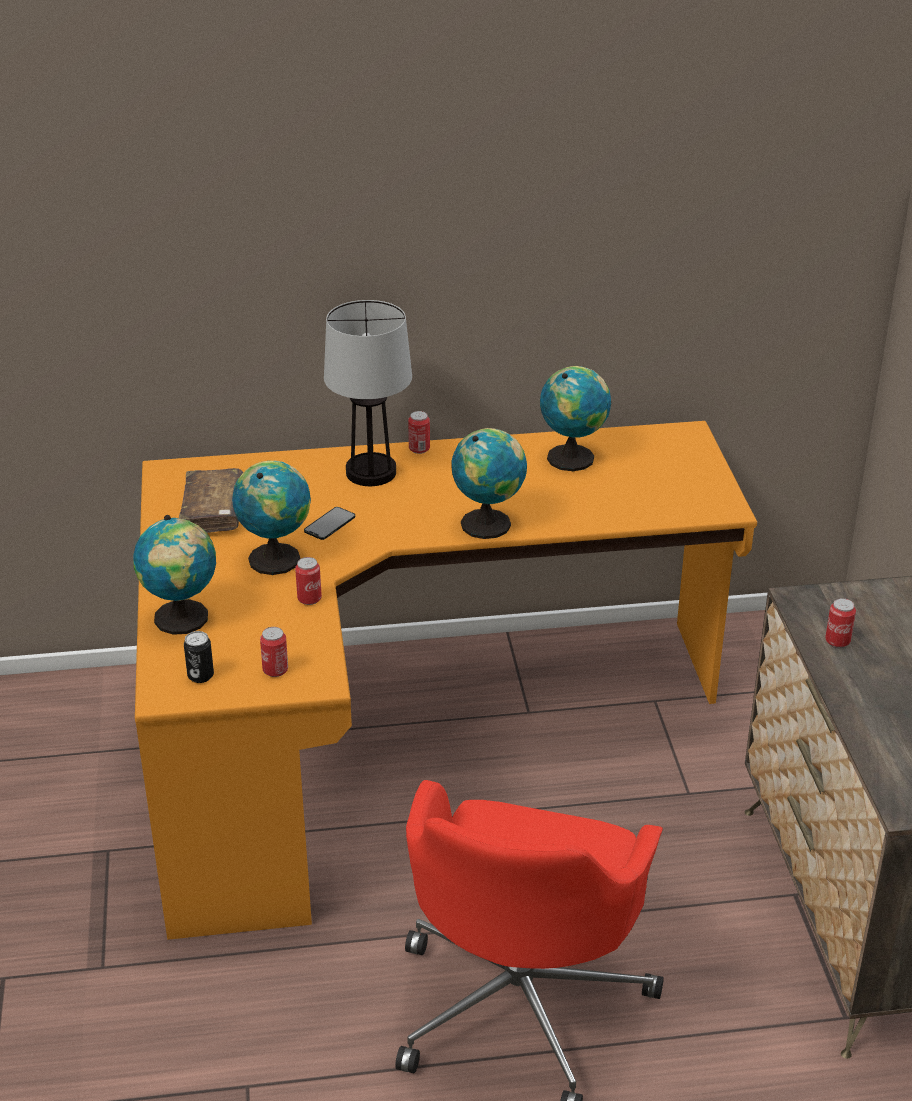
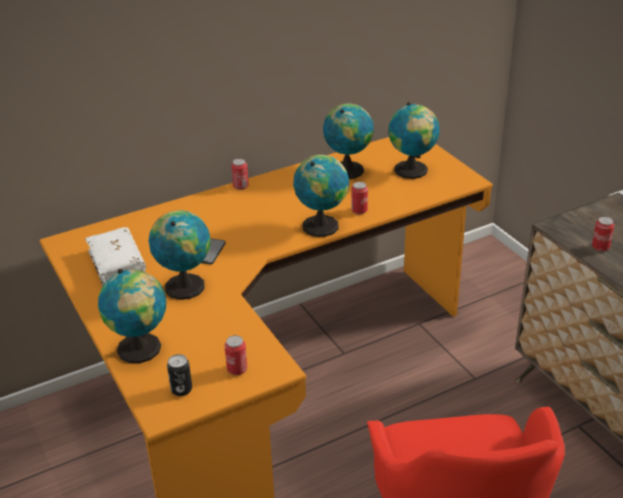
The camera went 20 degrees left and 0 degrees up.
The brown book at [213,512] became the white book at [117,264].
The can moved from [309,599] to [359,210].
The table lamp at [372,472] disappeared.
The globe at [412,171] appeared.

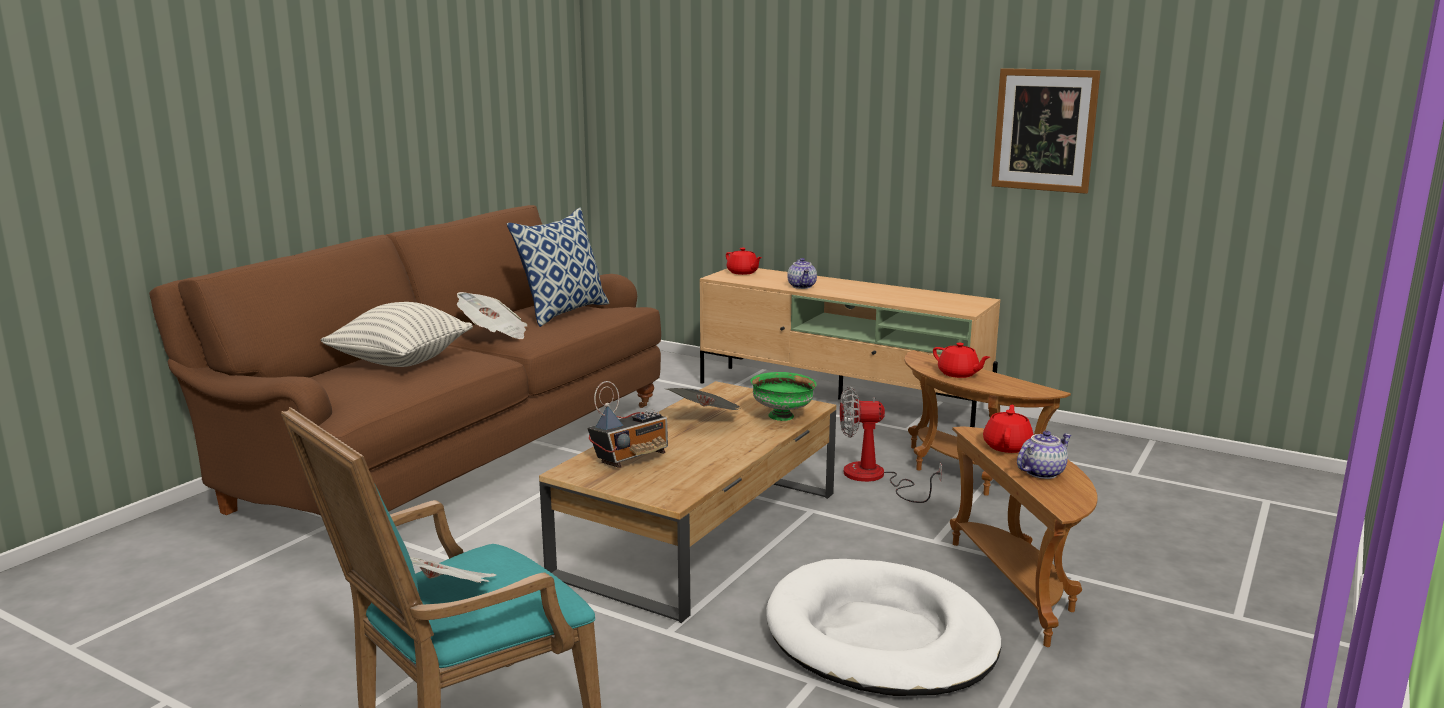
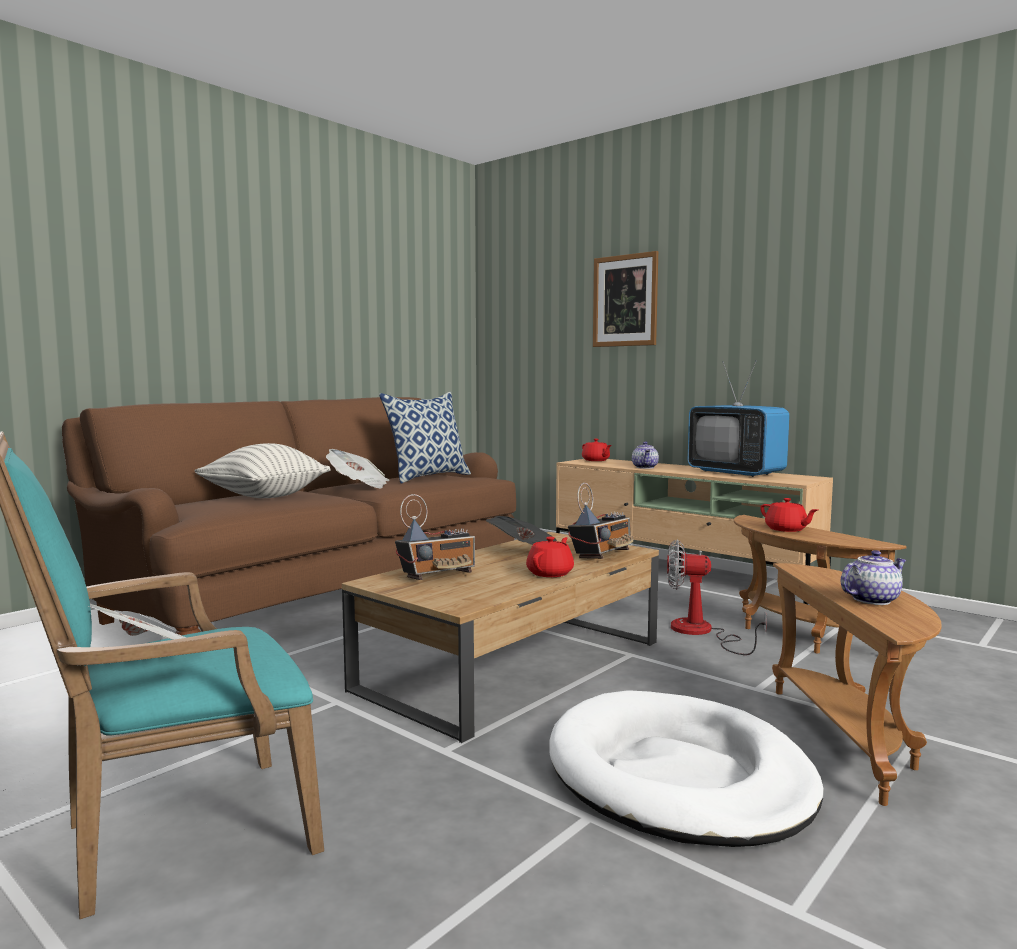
The camera went 10 degrees right and 10 degrees down.
The green bowl at [782,416] was replaced by the radio at [602,555].
The red teapot moved from [1007,446] to [550,573].
The picture moved from [1044,130] to [625,301].
The television at [736,473] appeared.

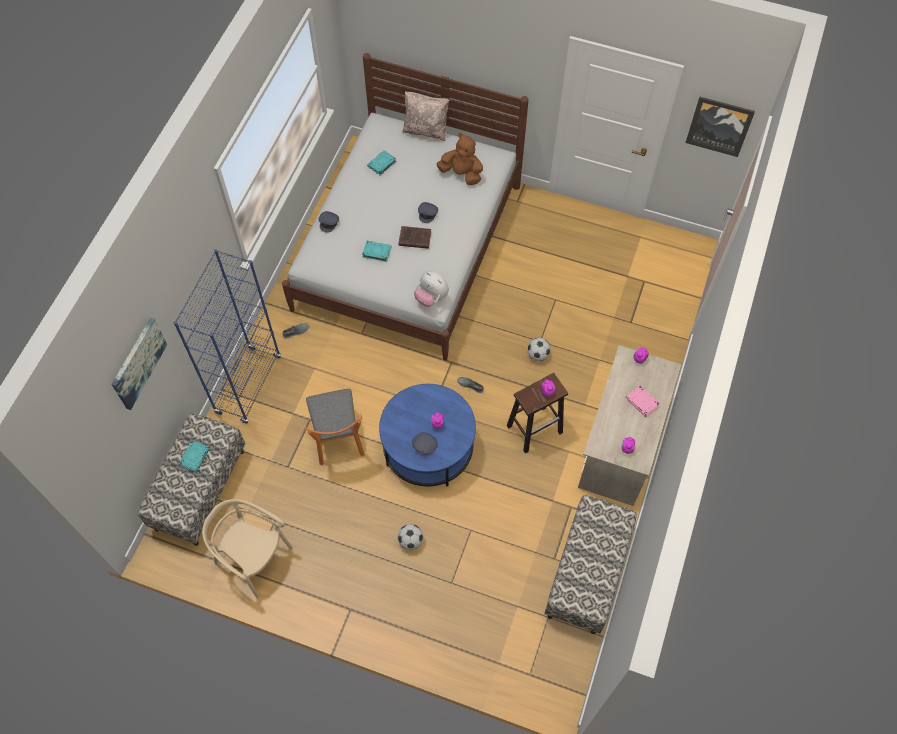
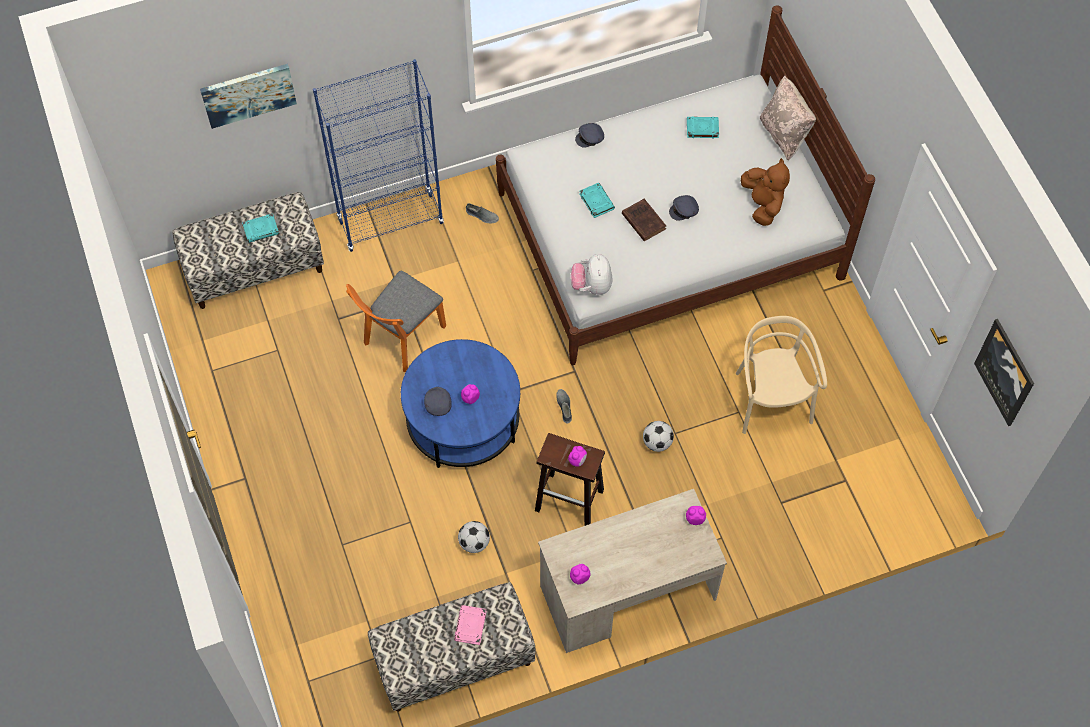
The camera went 50 degrees right and 0 degrees up.
The beige chair moved from [253,558] to [770,400].
The football moved from [410,541] to [474,543].
The pink book moved from [642,402] to [470,626].

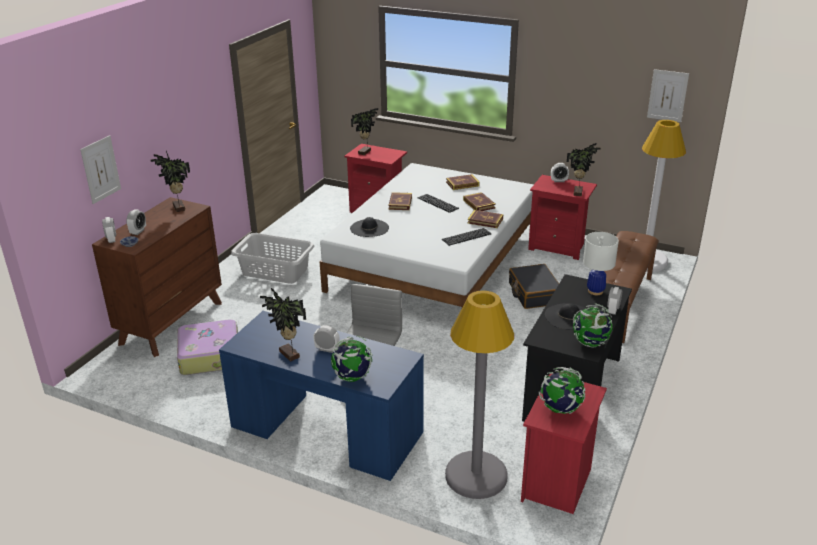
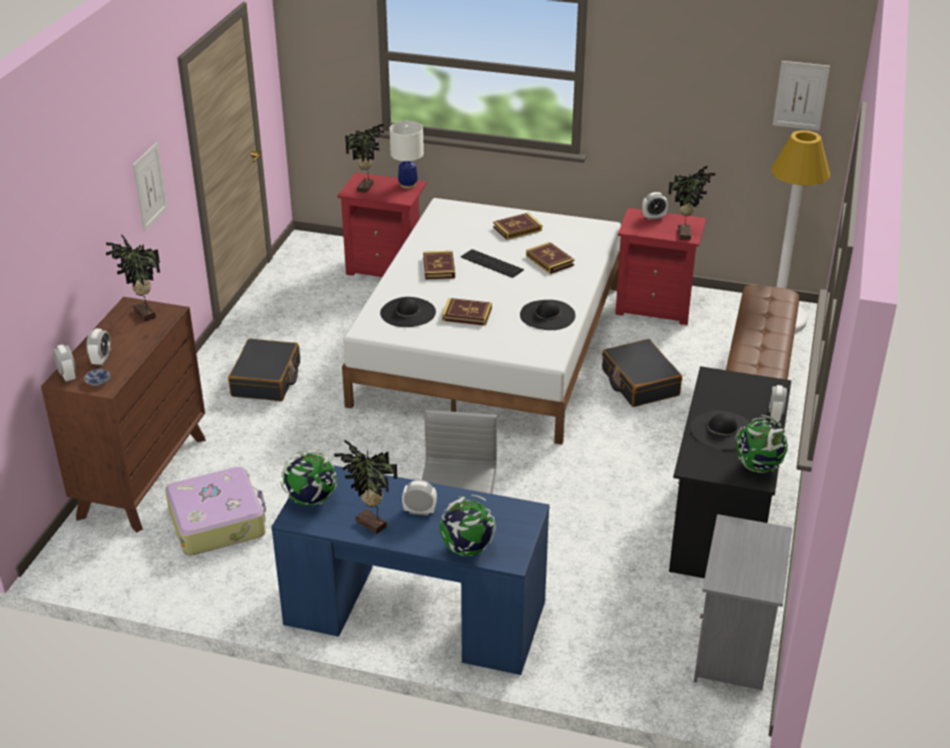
The camera went 10 degrees left and 5 degrees up.
The picture moved from [100,169] to [149,187].
The grey laundry basket at [275,271] was replaced by the black suitcase at [266,380].
The keyboard at [466,237] was replaced by the black hat at [547,315].
The grey floor lamp at [476,476] disappeared.
The book moved from [485,221] to [467,314].
The red nightstand at [557,484] became the grey nightstand at [734,652].
The globe moved from [560,409] to [311,500].
The white table lamp moved from [595,291] to [408,185].

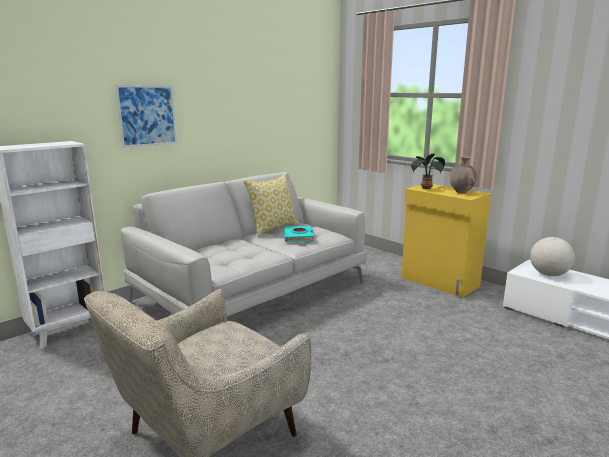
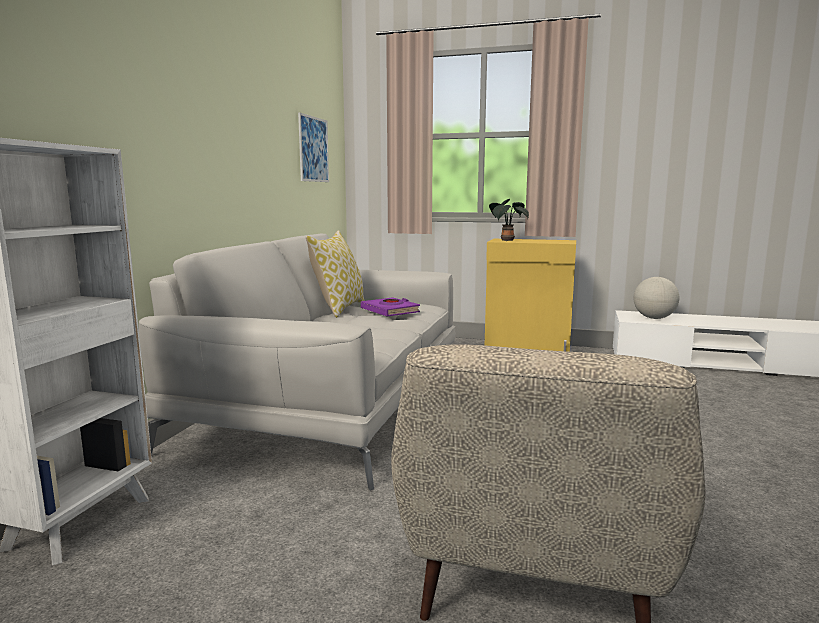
The camera went 30 degrees left and 5 degrees down.
The picture moved from [147,115] to [313,149].
The turquoise book at [298,237] became the purple book at [390,311].
The brown vase at [461,192] disappeared.

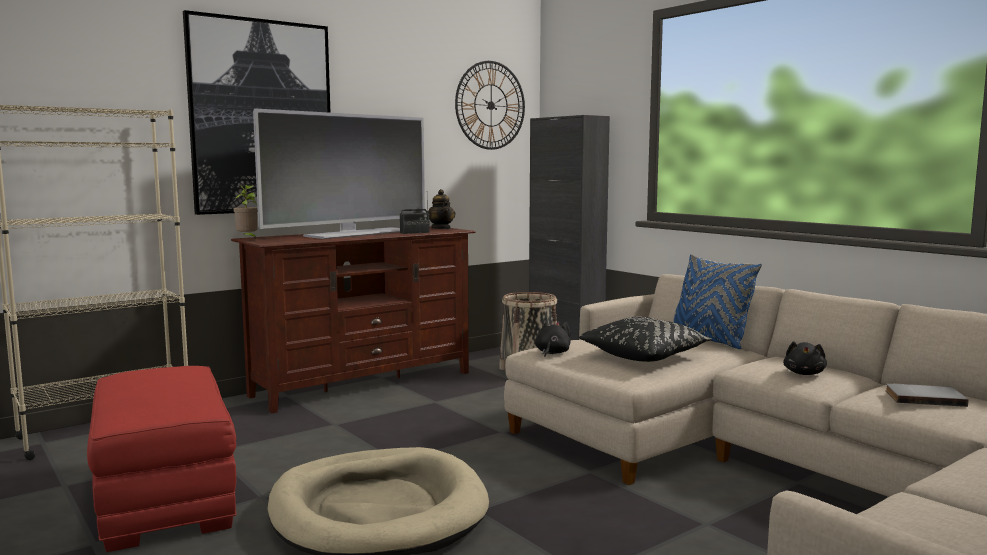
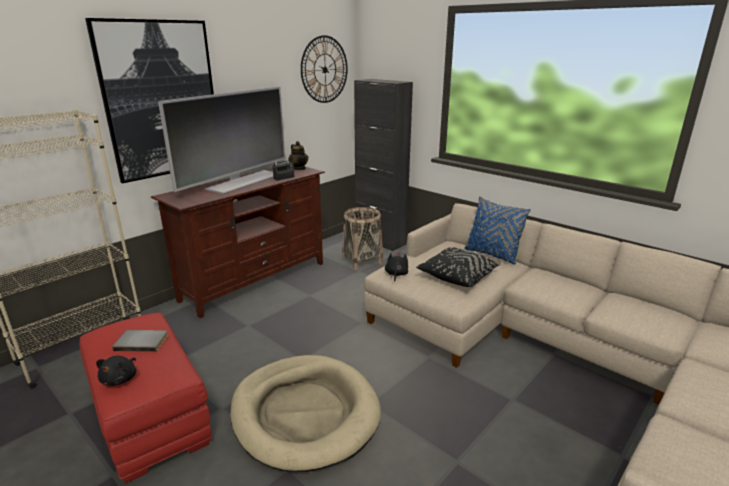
The camera went 10 degrees left and 15 degrees up.
The potted plant at [248,239] disappeared.
The black plush toy moved from [804,373] to [120,379].
The grey book moved from [923,397] to [142,341].

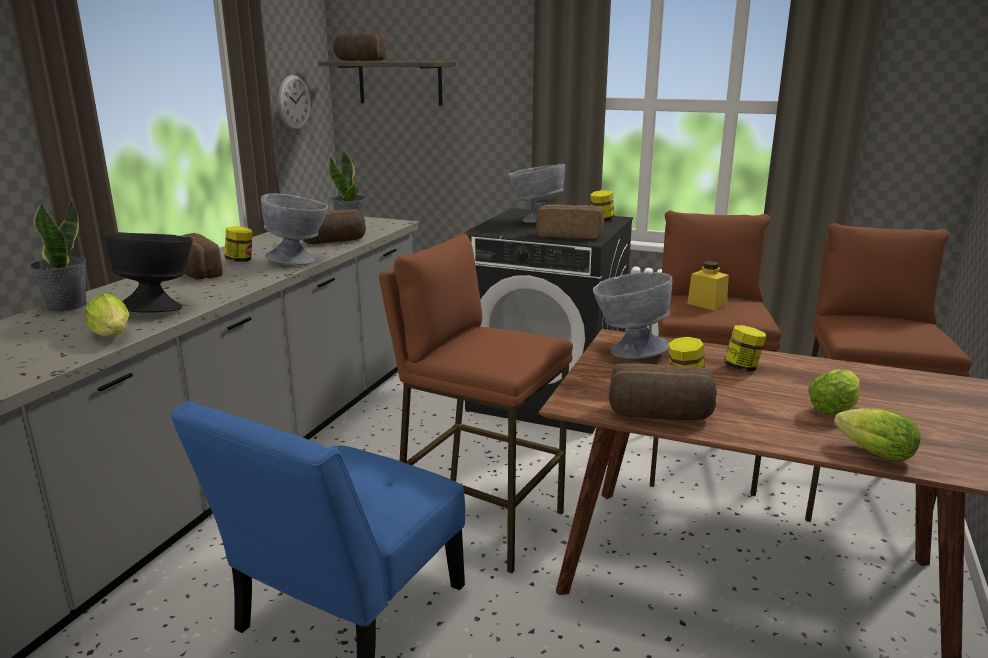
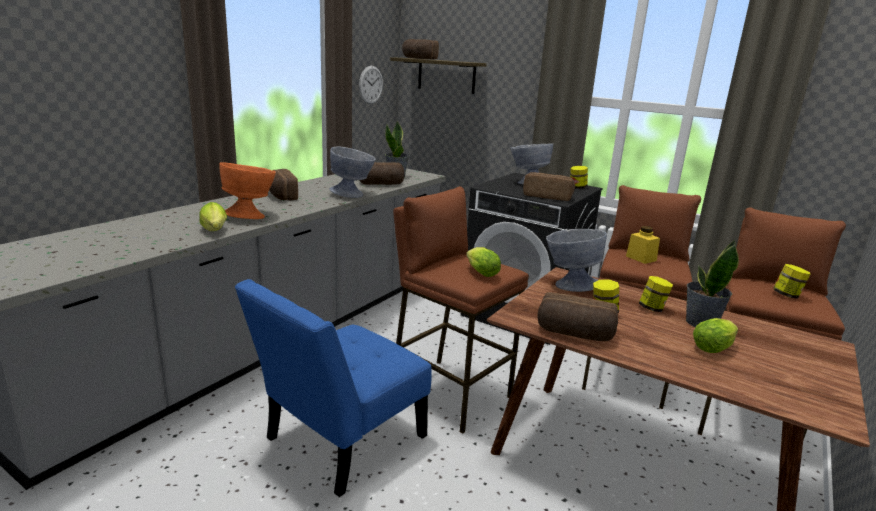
The camera went 10 degrees right and 0 degrees up.
The potted plant moved from [66,306] to [700,323].
The black bowl at [160,308] became the orange bowl at [251,216].
The jar moved from [240,260] to [787,295].
The lettuce moved from [870,452] to [480,272].

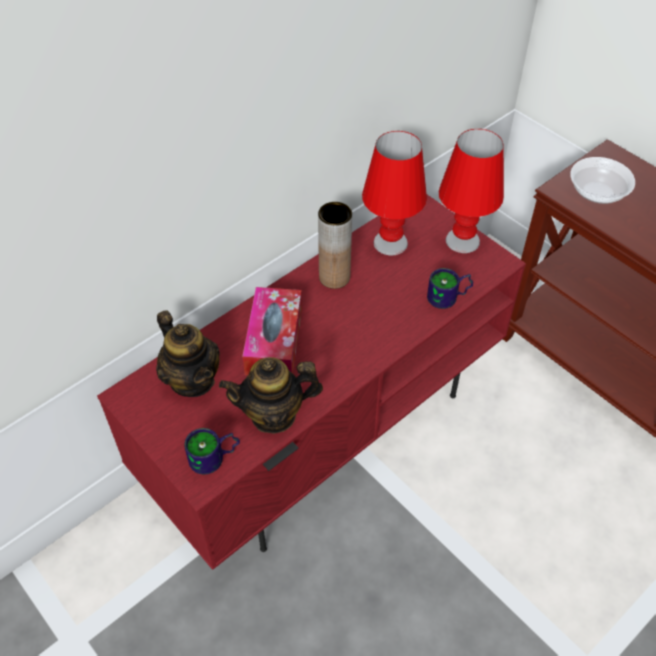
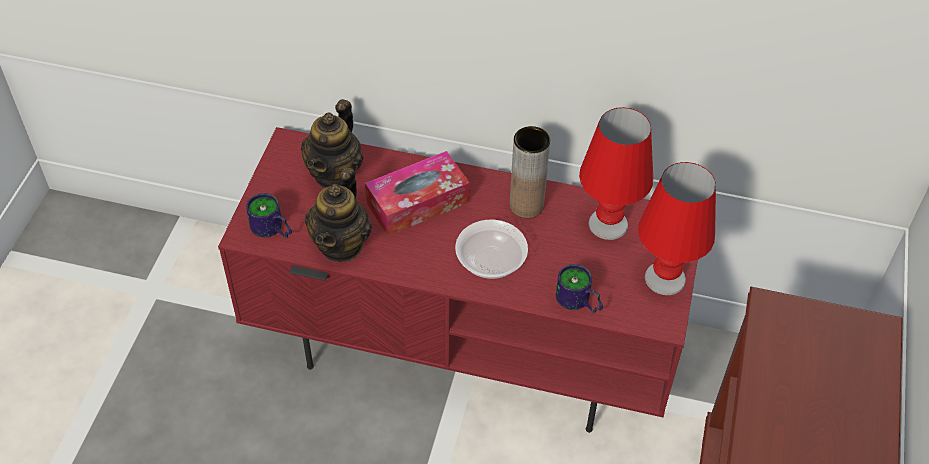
The camera went 55 degrees right and 0 degrees up.
The teapot at [274,415] turned 120 degrees counterclockwise.
The bowl moved from [597,192] to [491,261].

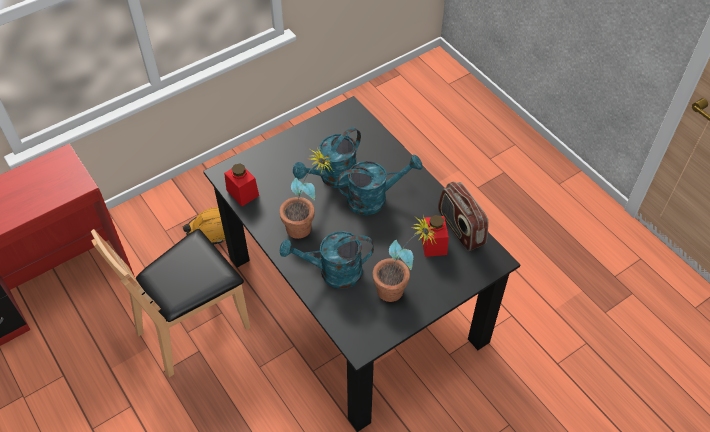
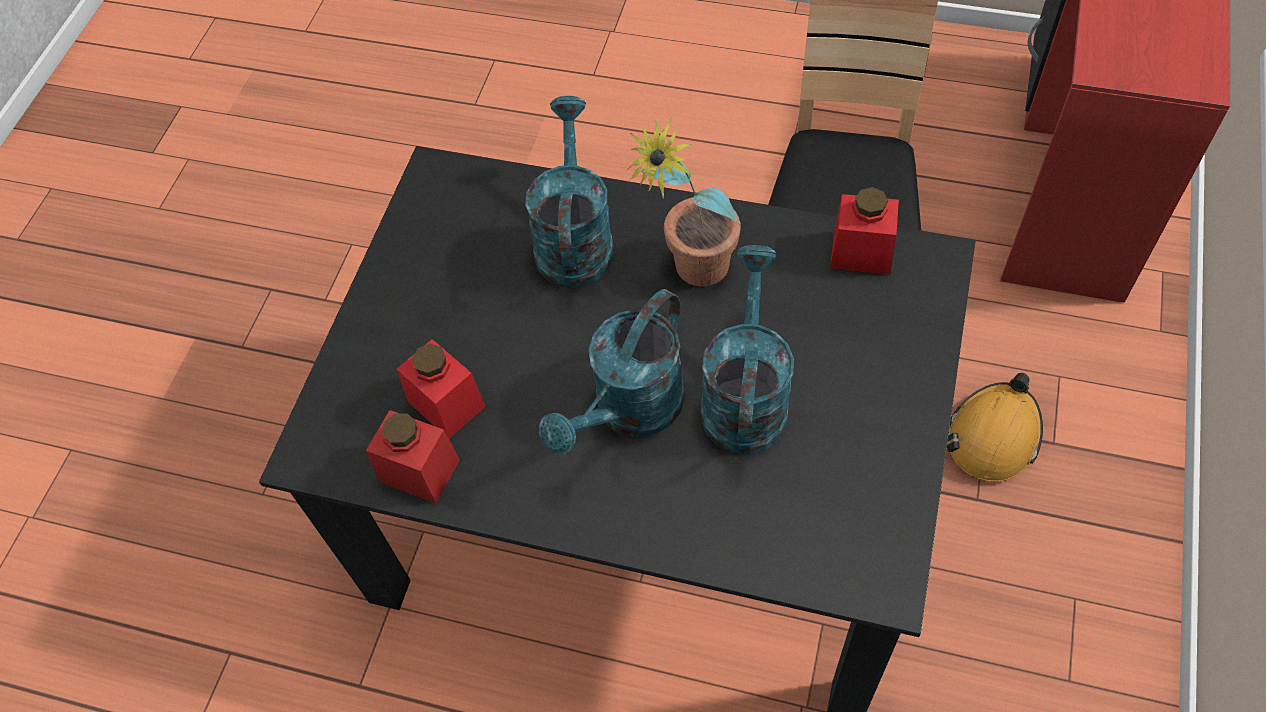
The camera went 145 degrees right and 5 degrees up.
The turquoise watering can at [333,272] turned 45 degrees counterclockwise.
The potted plant at [399,291] disappeared.
The radio at [460,228] was replaced by the red jar at [419,471].

